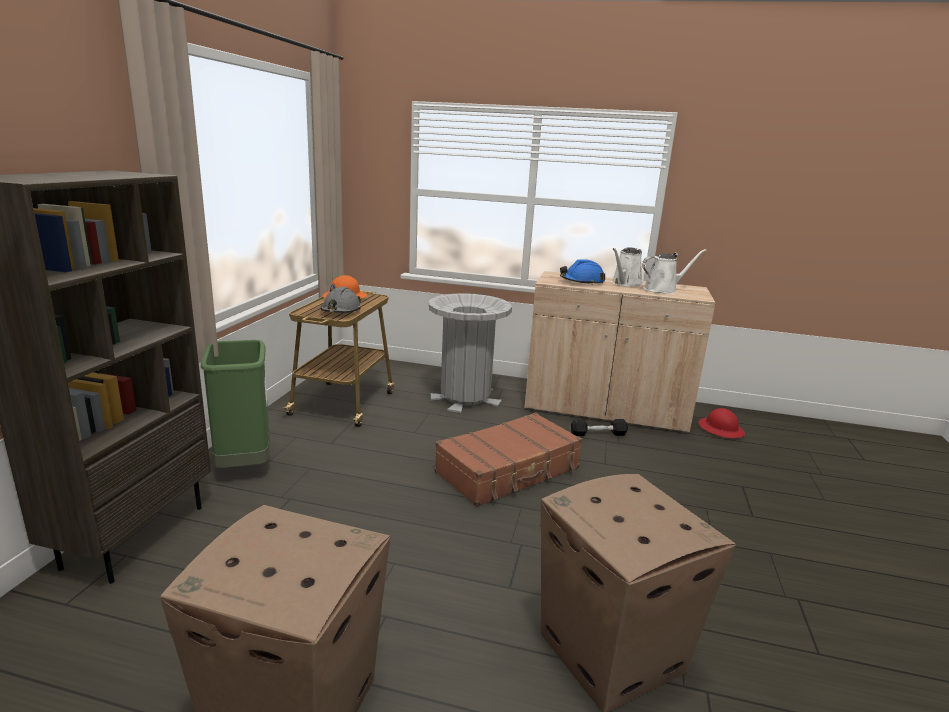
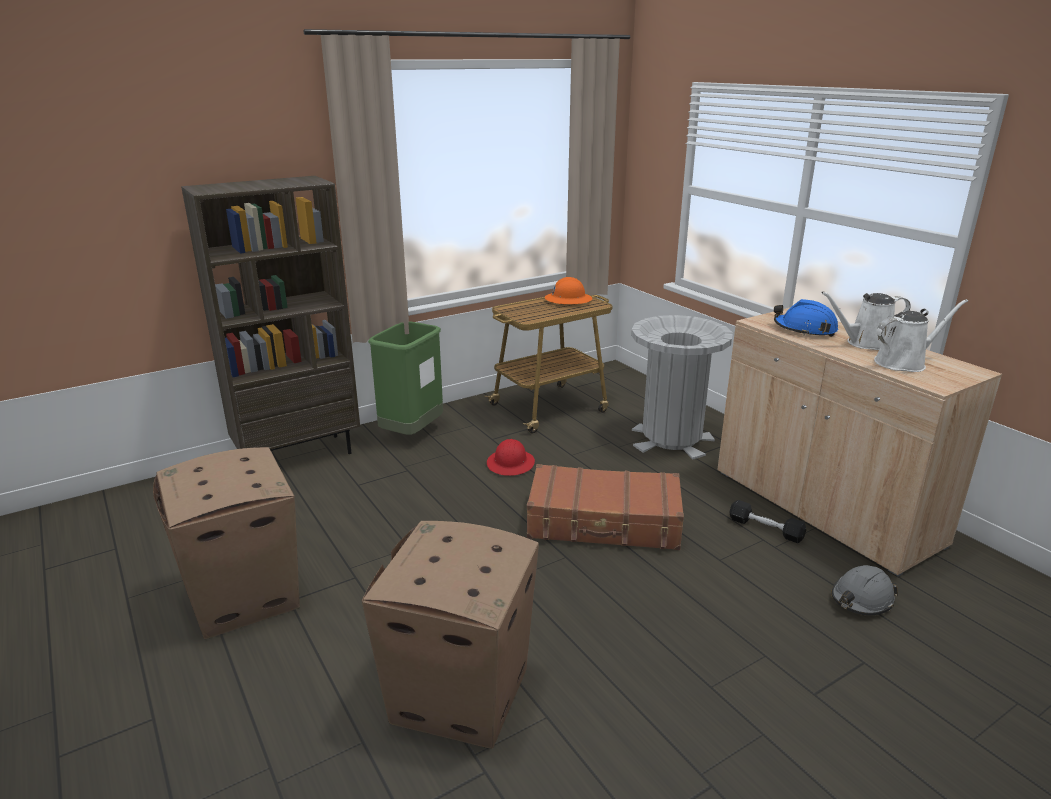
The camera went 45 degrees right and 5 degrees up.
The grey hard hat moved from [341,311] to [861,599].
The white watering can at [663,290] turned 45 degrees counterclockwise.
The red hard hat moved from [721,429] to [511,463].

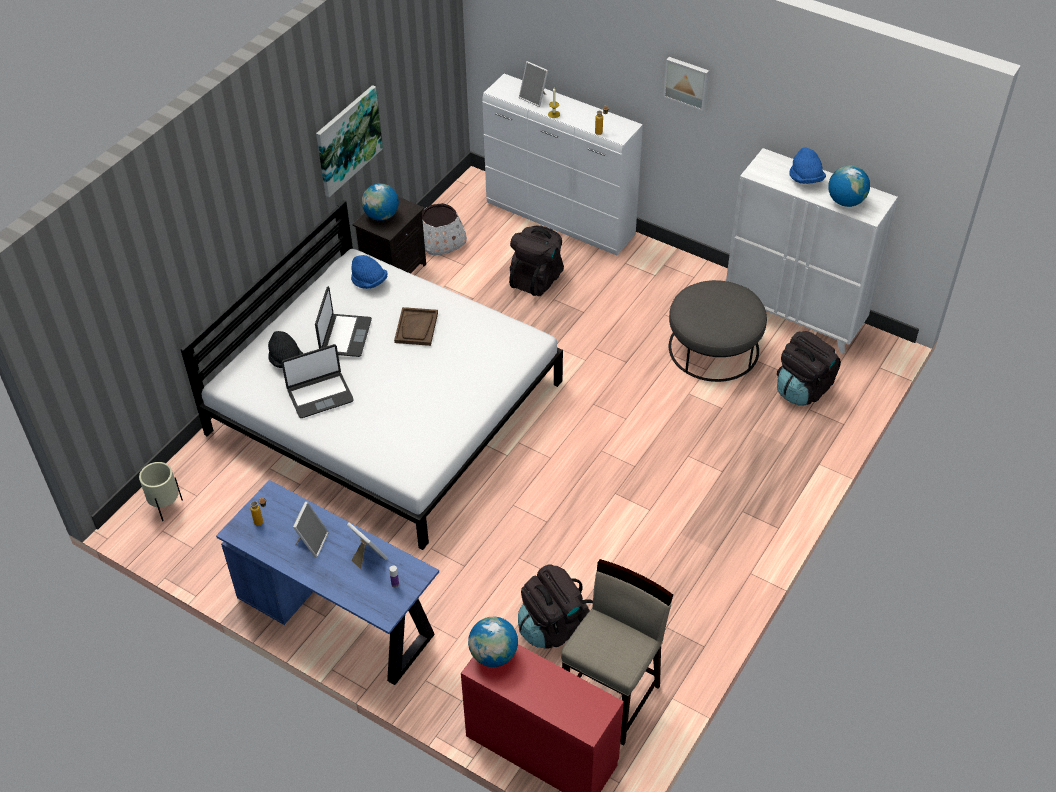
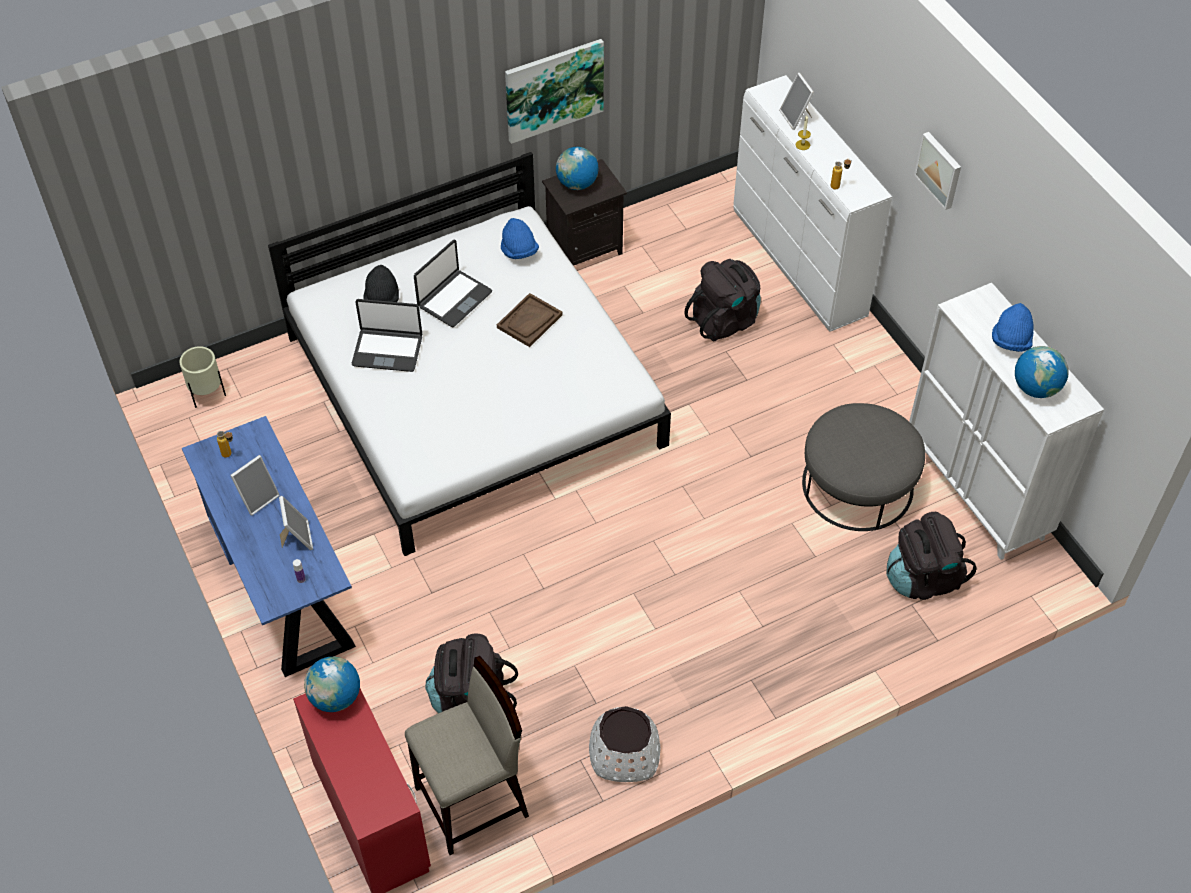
The camera went 30 degrees right and 5 degrees up.
The white planter moved from [440,241] to [624,753].

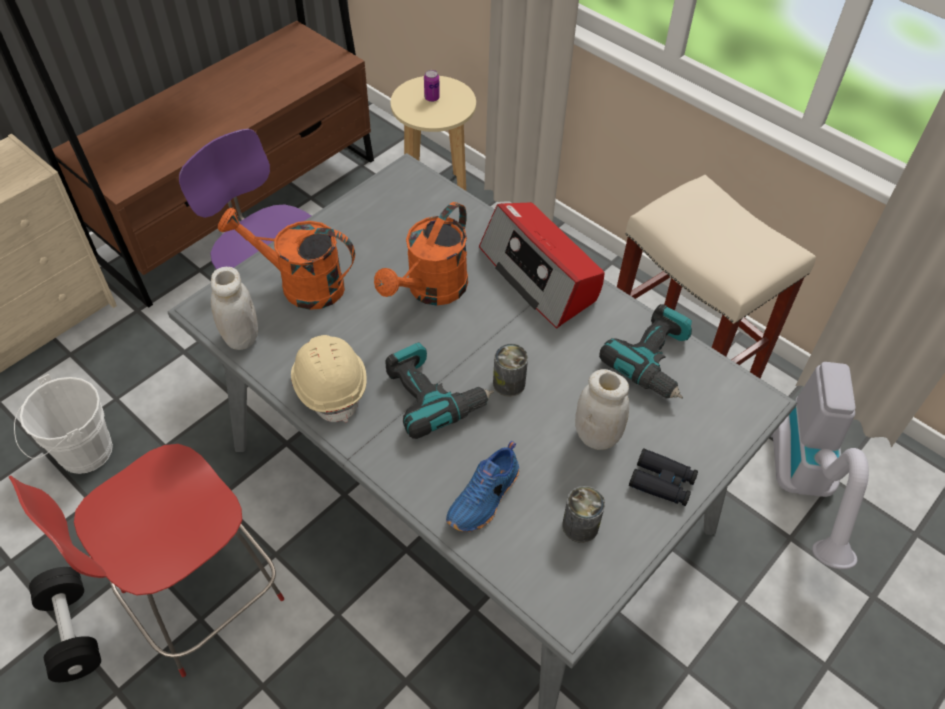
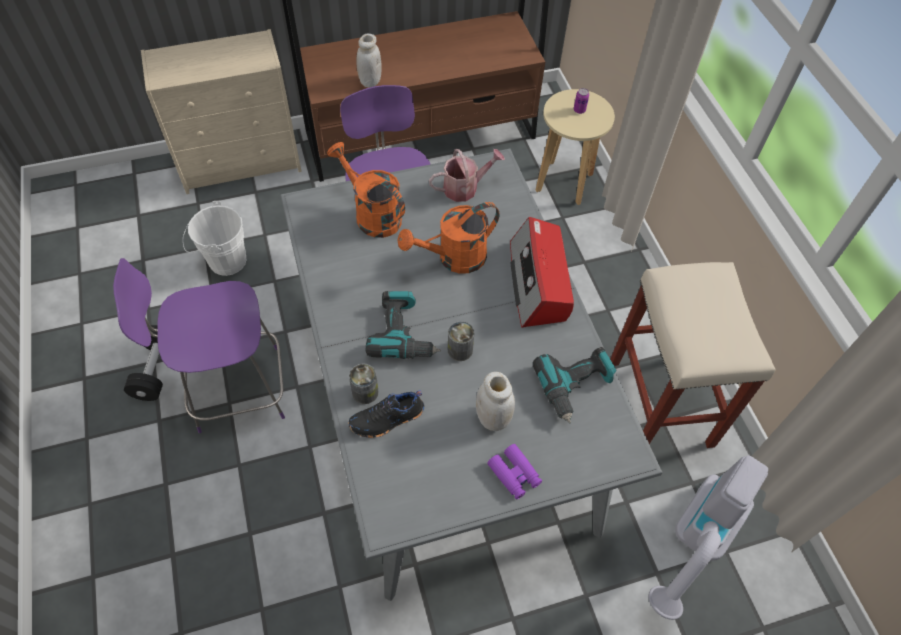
The camera went 30 degrees right and 5 degrees up.
The red chair at [197,599] became the purple chair at [235,389].
The white jar moved from [241,337] to [370,81].
The beige hard hat at [330,385] disappeared.
The blue shoe at [485,498] became the black shoe at [387,420].
The can moved from [580,526] to [365,392].
The black binoculars at [662,482] became the purple binoculars at [514,474].
The watering can at [465,188] appeared.

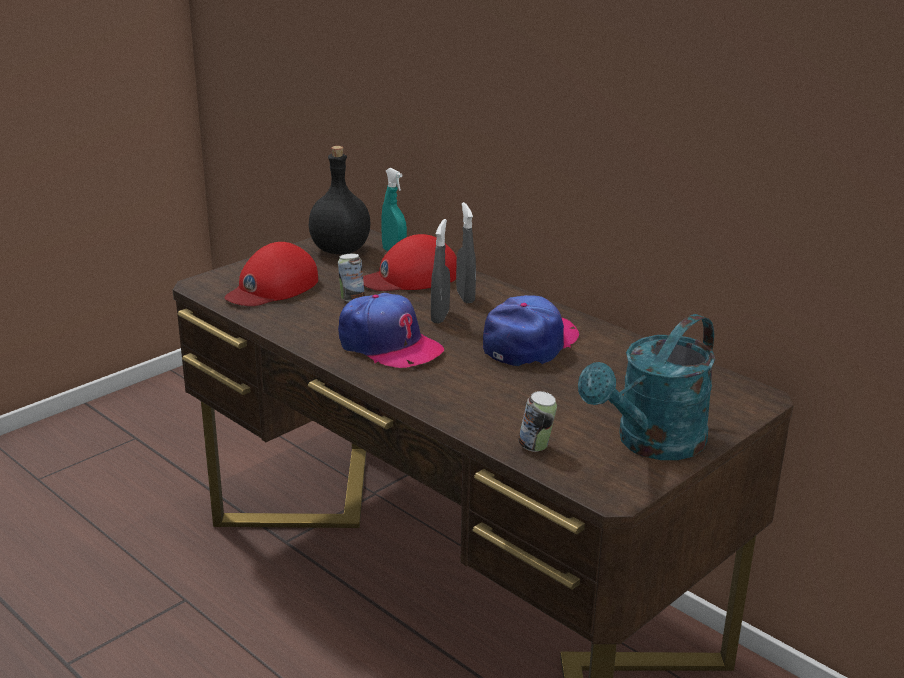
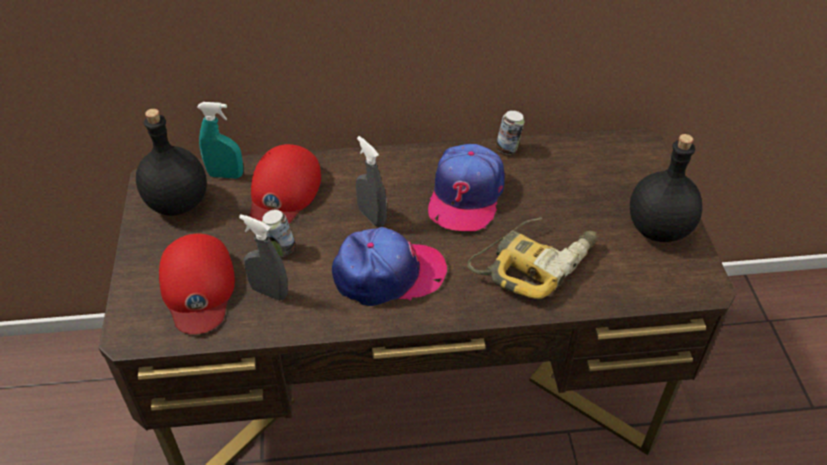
The camera went 50 degrees left and 20 degrees up.
The grey spray bottle moved from [465,297] to [269,292].
The cap at [530,343] turned 150 degrees counterclockwise.
The can moved from [536,447] to [508,149].
The turquoise watering can at [651,444] was replaced by the black bottle at [658,228].
The power drill at [534,262] appeared.

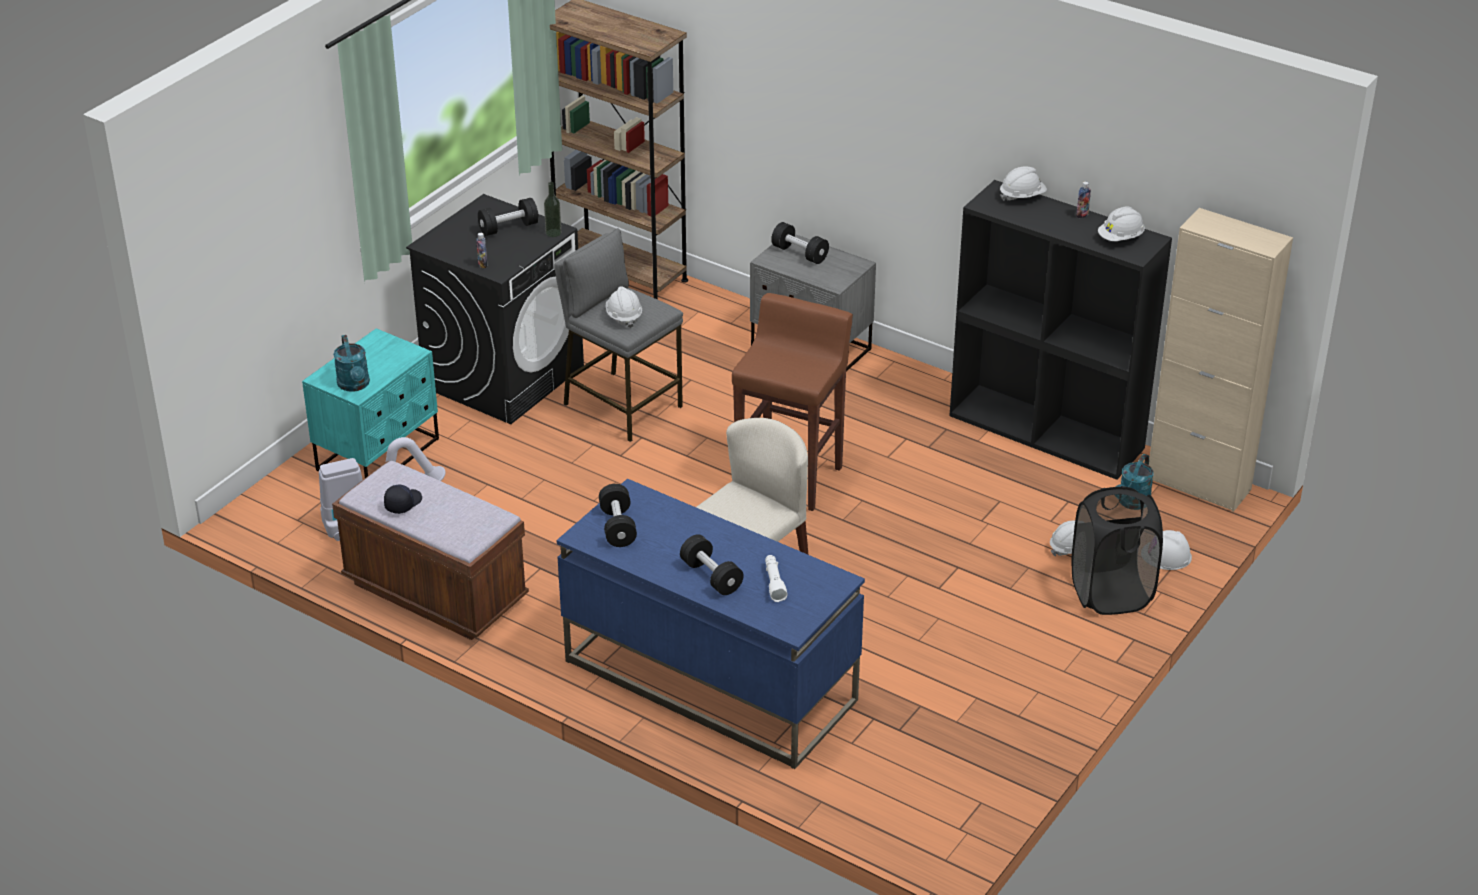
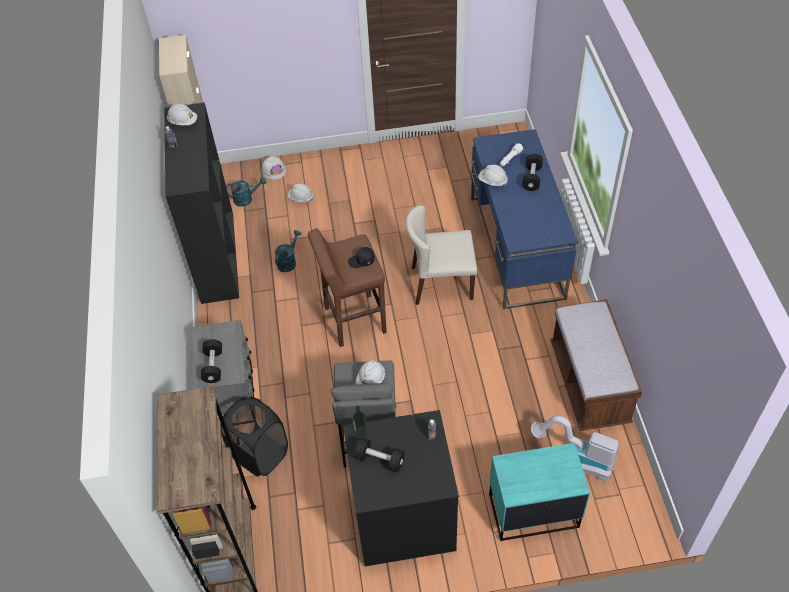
The camera went 130 degrees left and 15 degrees up.
The turquoise watering can moved from [355,385] to [288,261].
The black cap moved from [403,503] to [361,261].
The black dumbbell at [617,527] disappeared.
The white hard hat moved from [1022,196] to [492,181].
The black laundry basket moved from [1111,593] to [260,454].

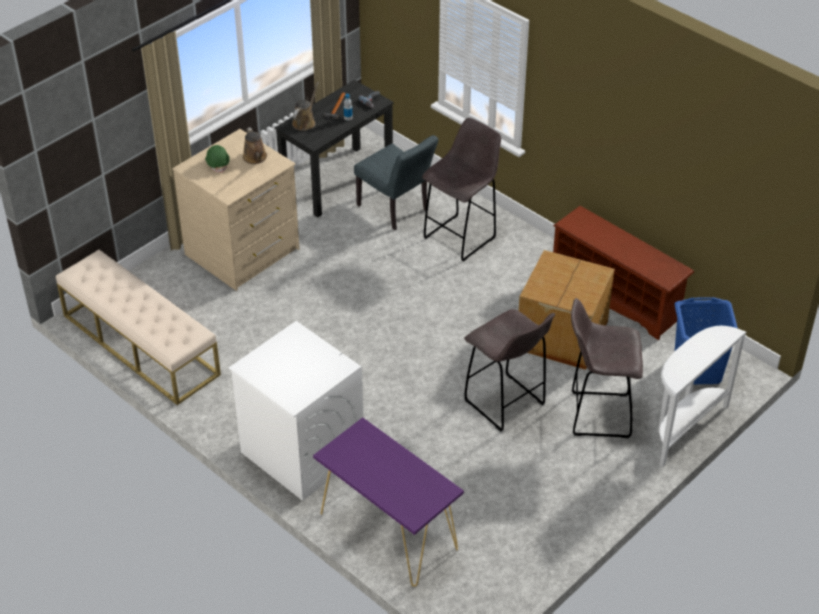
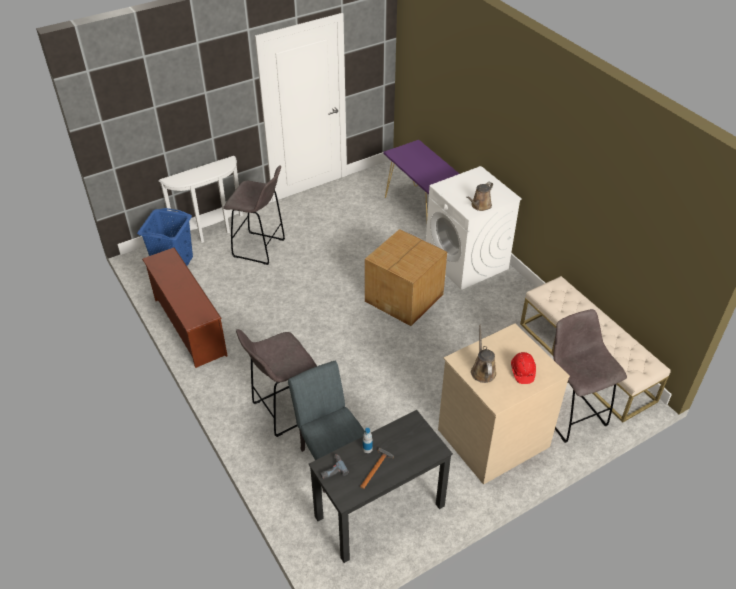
The camera went 165 degrees left and 0 degrees up.
The green hard hat at [217,163] became the red hard hat at [522,372].
The brown watering can moved from [305,122] to [480,206].
The grey stool moved from [506,404] to [571,415].
The cardboard box moved from [560,336] to [405,297].

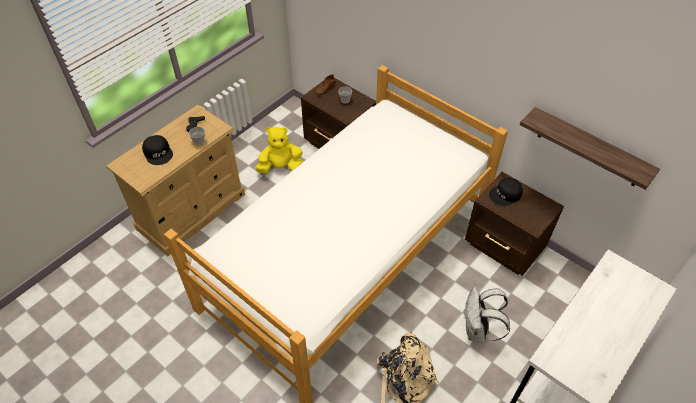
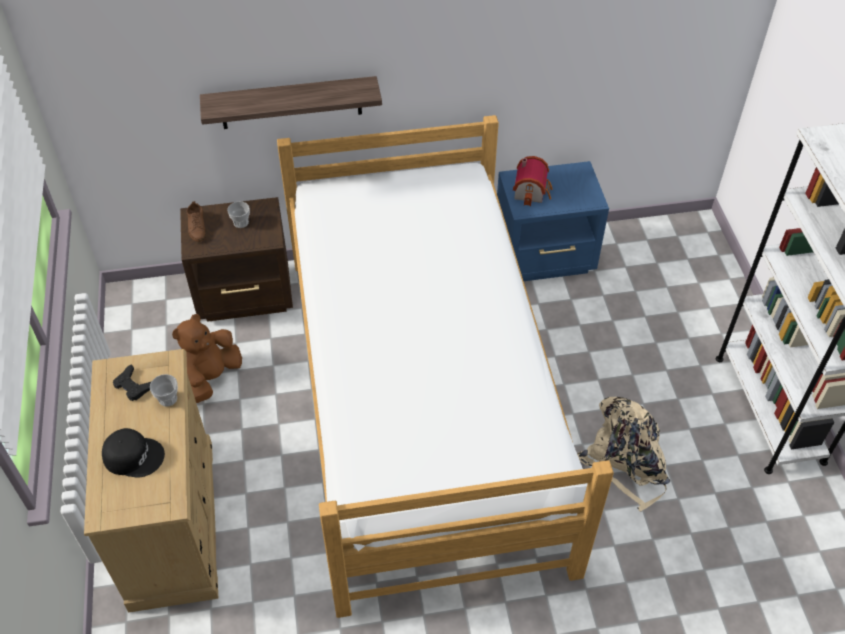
The camera went 50 degrees left and 0 degrees up.
The yellow plush toy at [281,167] became the brown plush toy at [212,377].
The brown nightstand at [504,247] became the blue nightstand at [545,258].
The white backpack at [478,330] disappeared.
The black cap at [506,194] was replaced by the toy house at [532,191].
The shelf moved from [589,148] to [291,103].

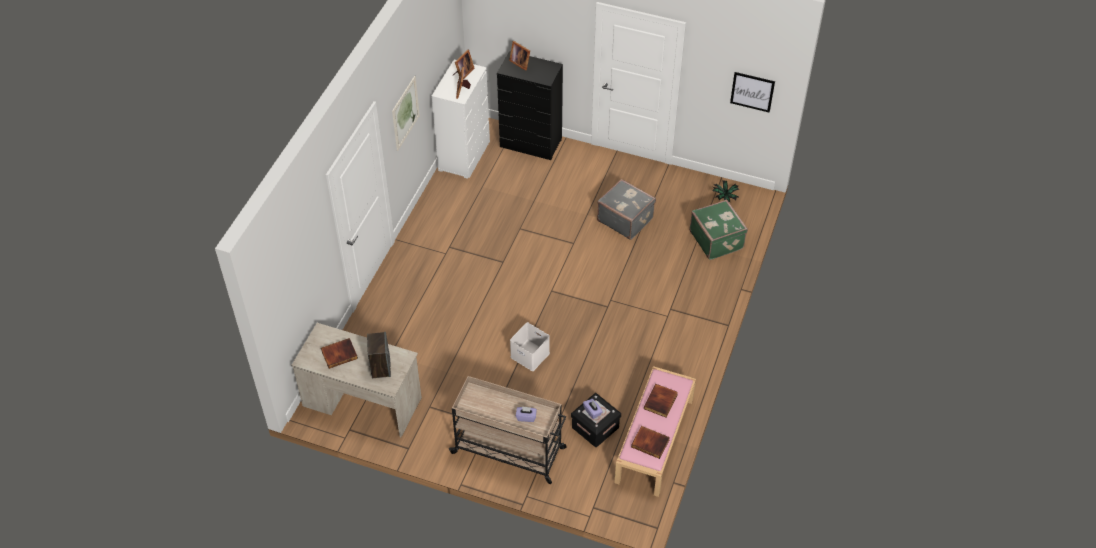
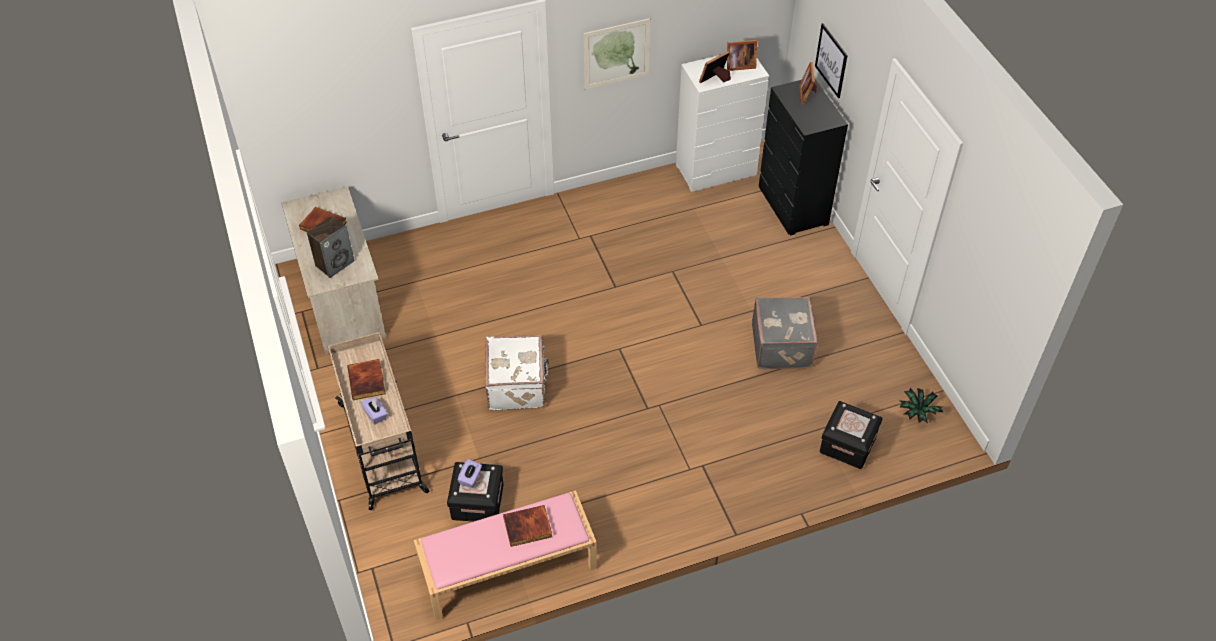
The camera went 50 degrees right and 0 degrees up.
The white storage box at [529,355] was replaced by the white suitcase at [518,385].
The book moved from [650,443] to [367,381].
The green suitcase at [717,239] was replaced by the black storage box at [847,444].
The picture moved from [752,91] to [831,60].

